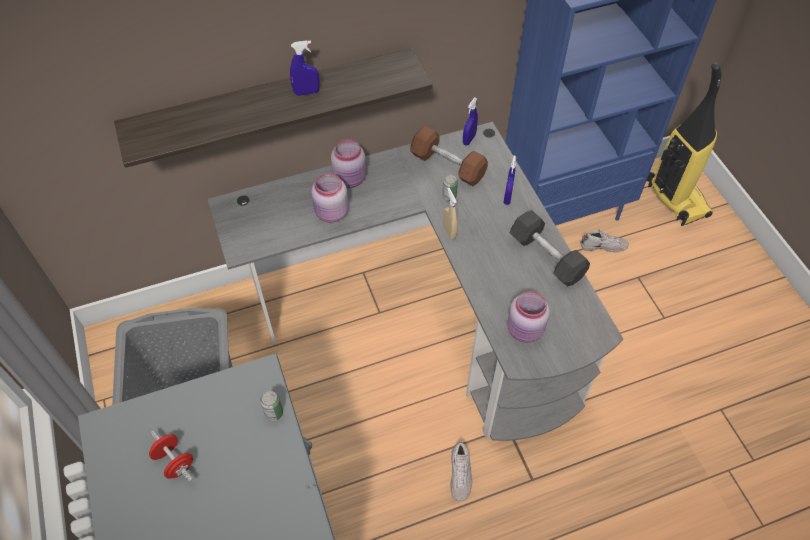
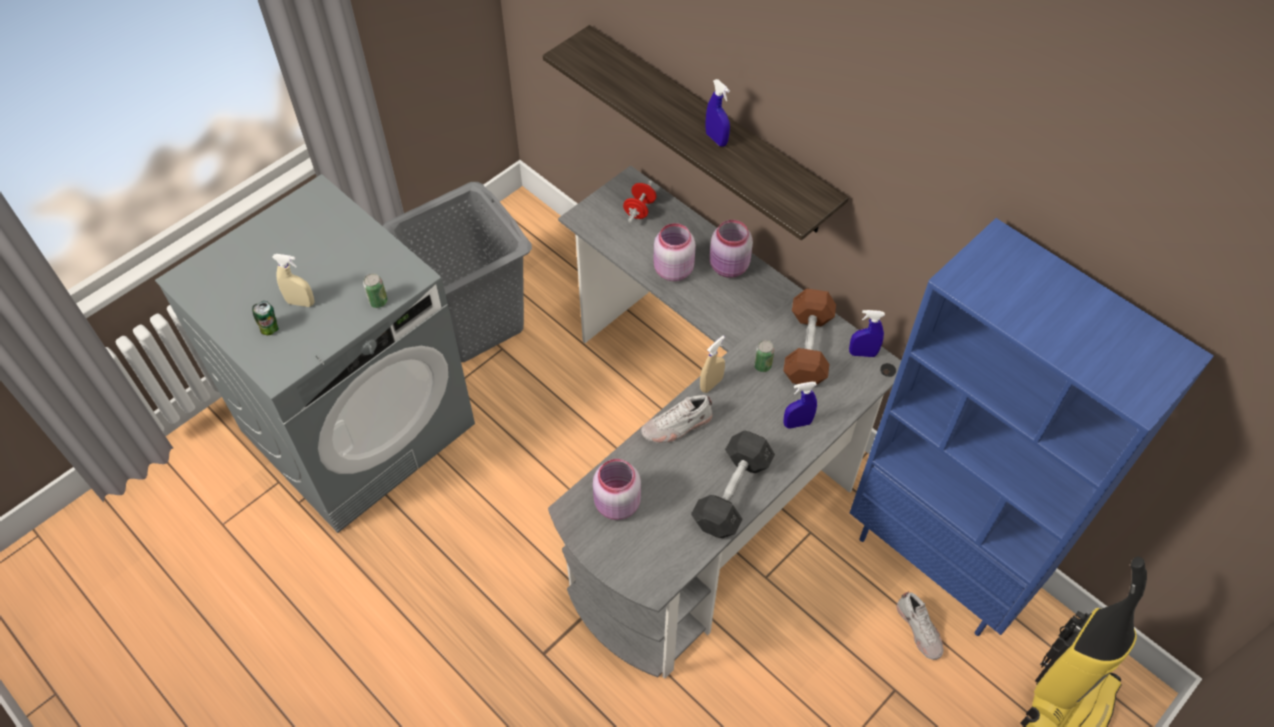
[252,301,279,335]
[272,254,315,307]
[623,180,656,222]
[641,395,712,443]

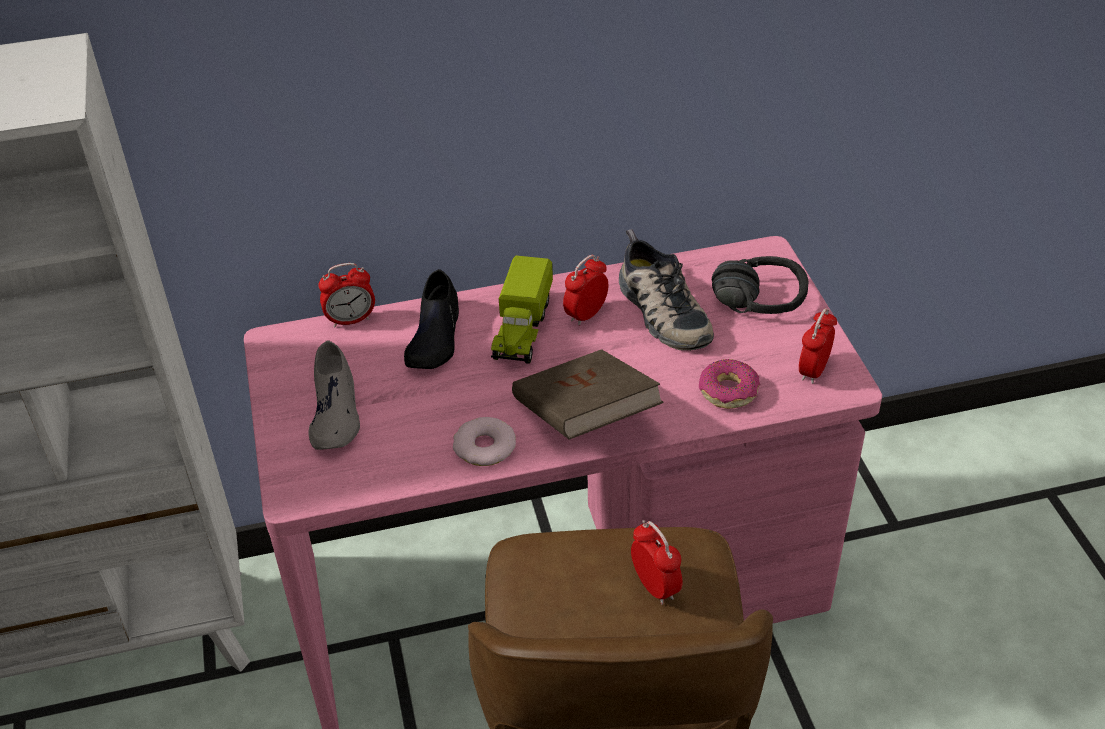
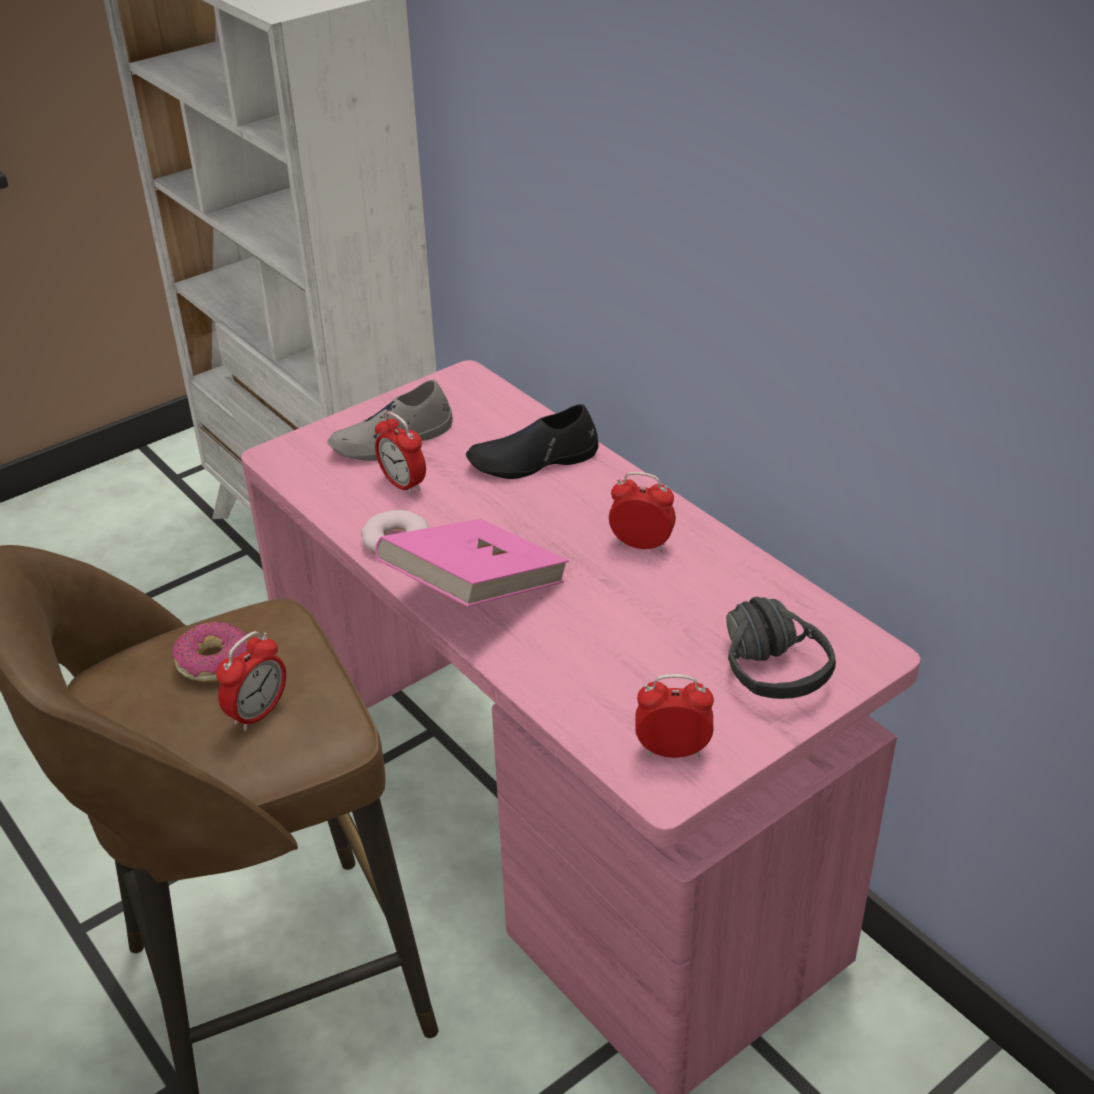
[491,255,553,364] (first image)
[619,229,714,351] (first image)
[375,412,426,495]
[172,622,247,682]
[375,519,569,607]

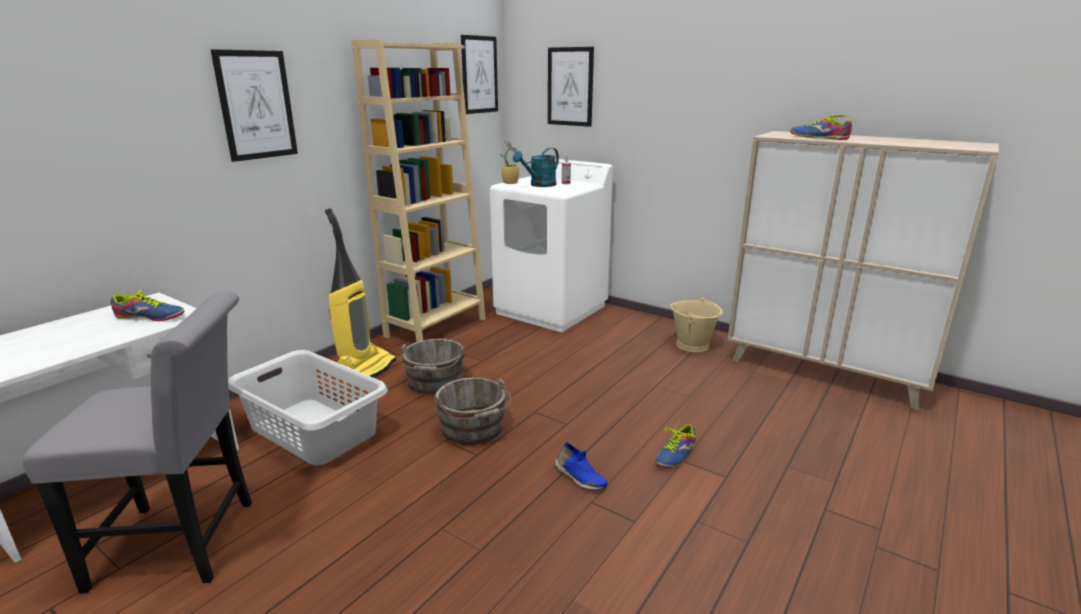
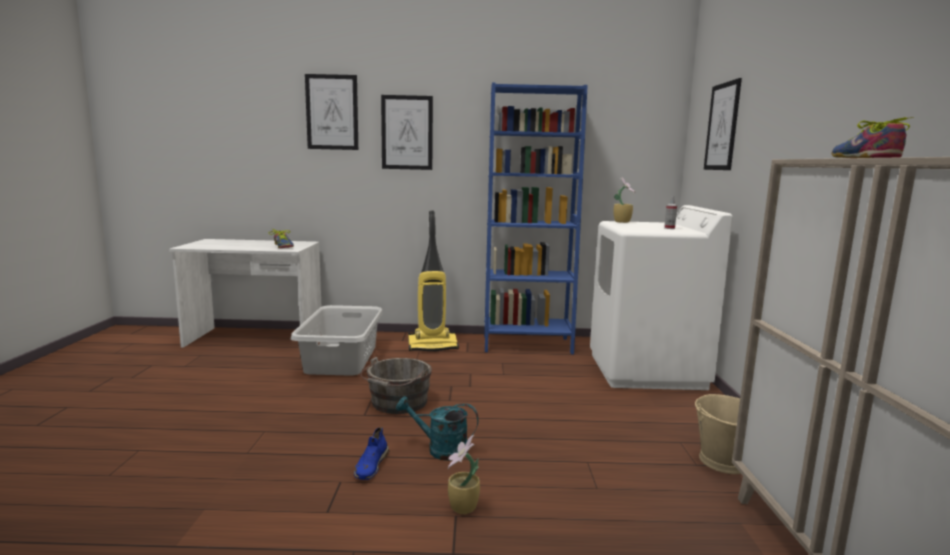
[23,291,252,594] (first image)
[400,339,465,394] (first image)
[305,74,358,150]
[396,396,479,461]
[448,435,480,514]
[484,83,588,354]

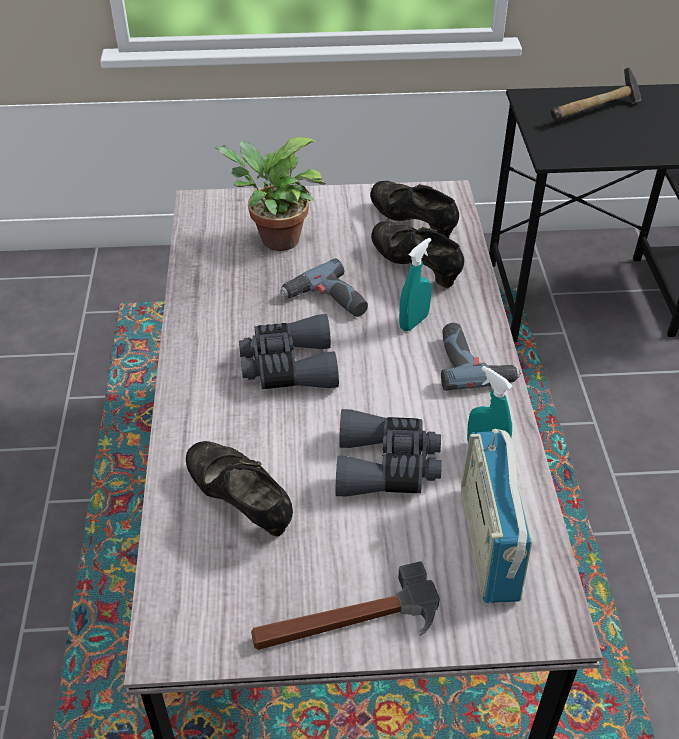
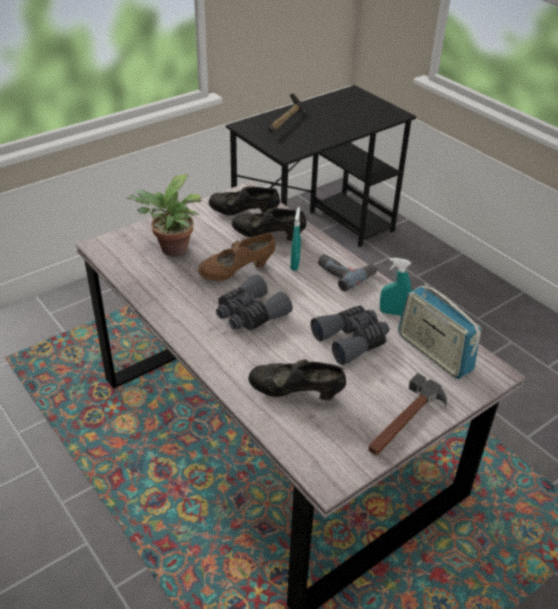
[198,233,275,281]

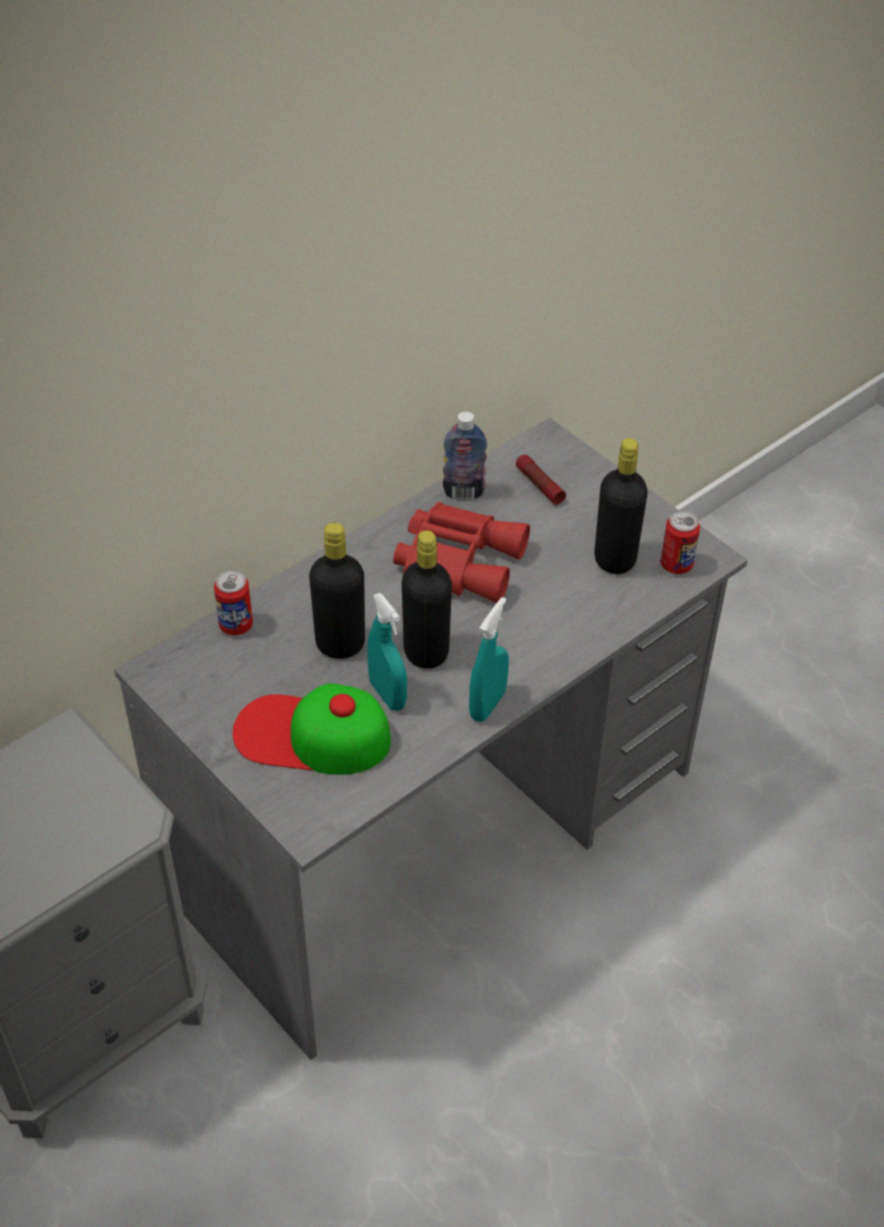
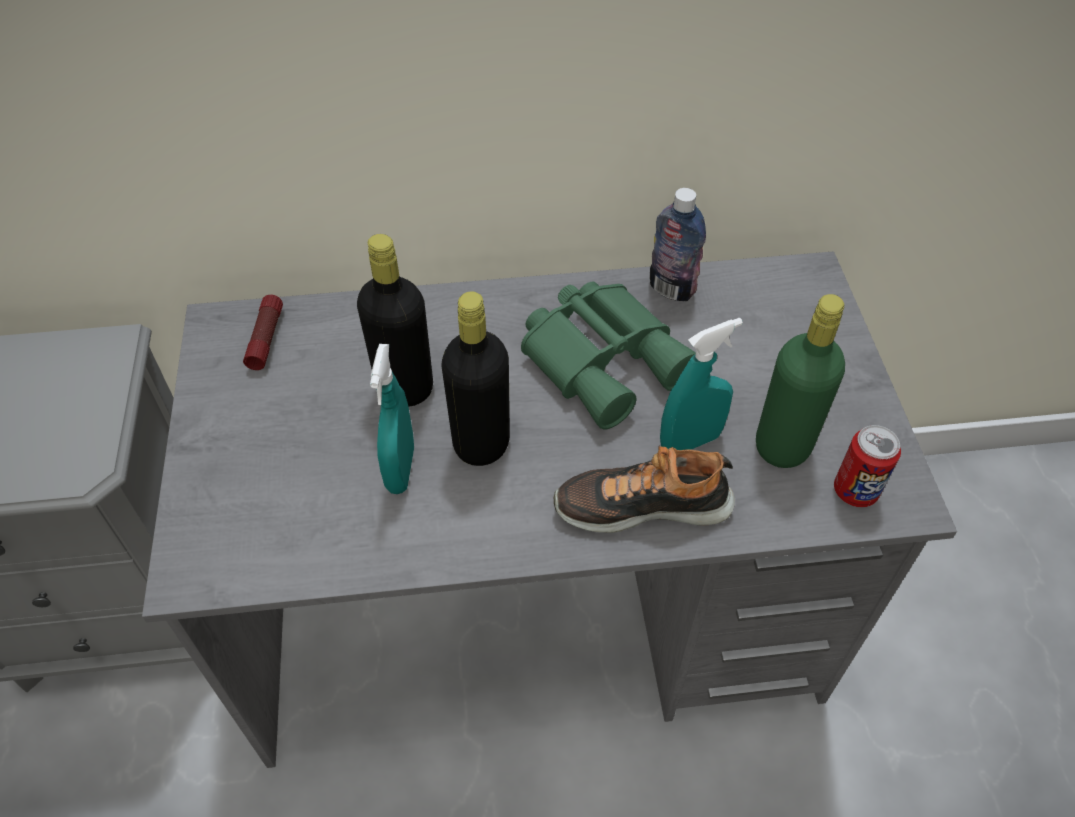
[214,571,253,635] (first image)
[233,683,391,775] (first image)
[554,446,735,533]
[660,318,743,450]
[243,295,283,370]
[521,281,696,429]
[756,294,845,468]

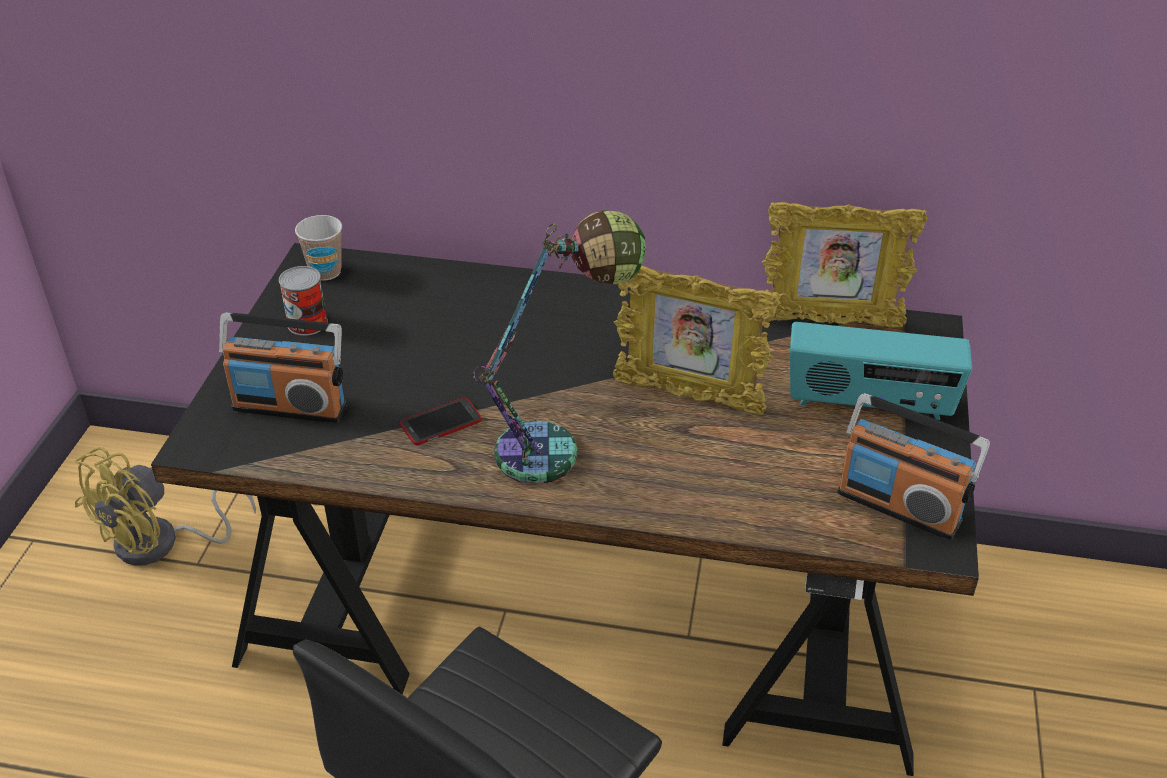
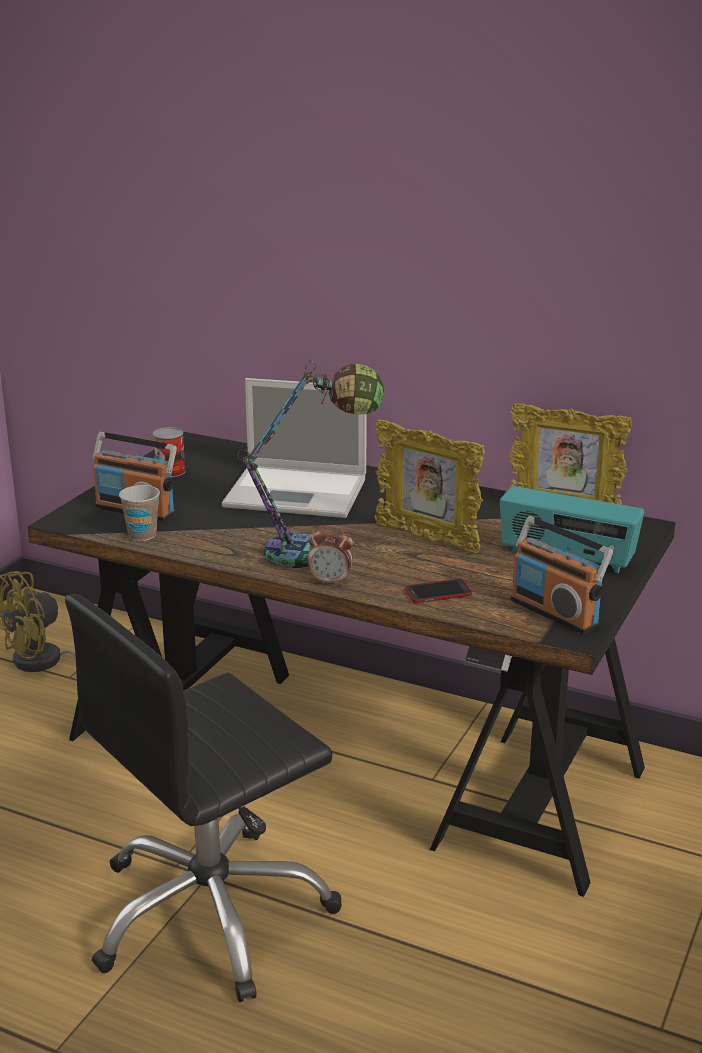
[222,378,367,518]
[307,525,353,586]
[119,485,160,541]
[405,579,472,603]

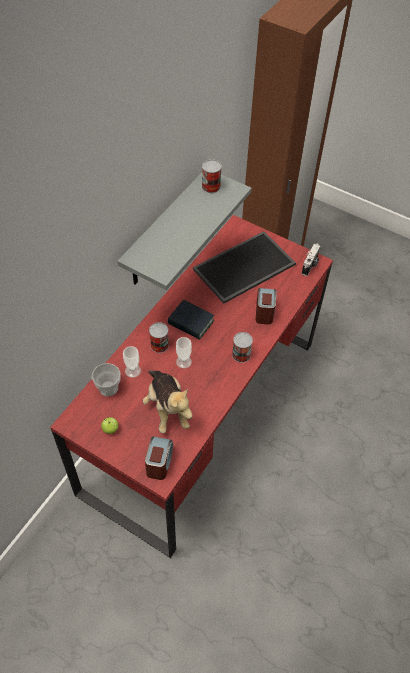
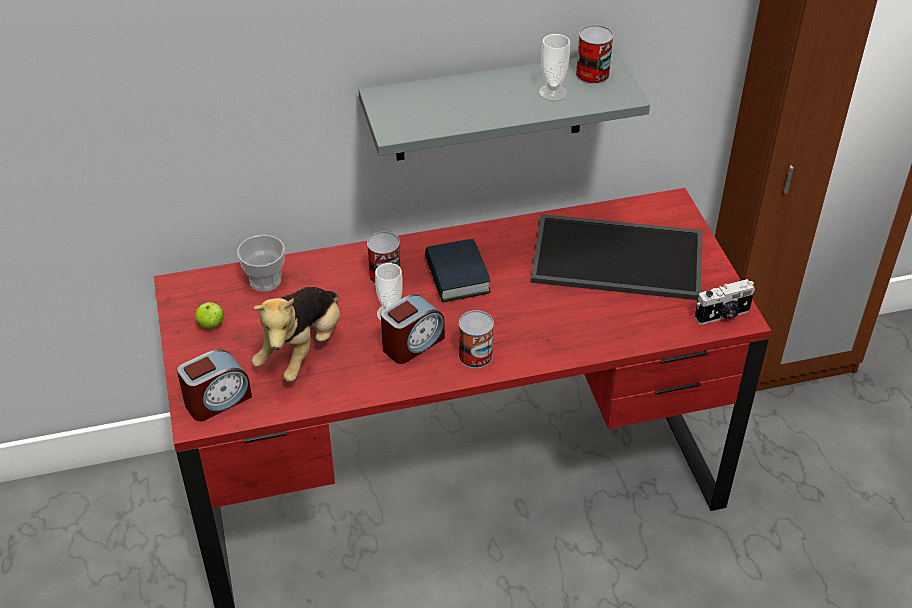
[539,34,570,101]
[381,294,445,364]

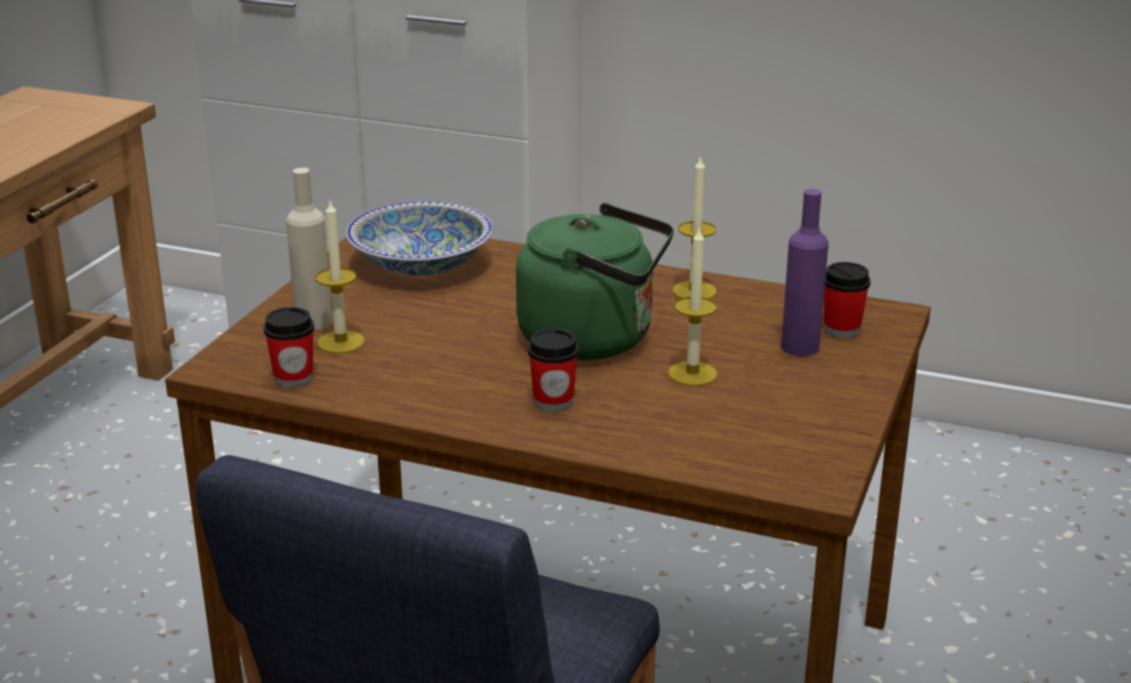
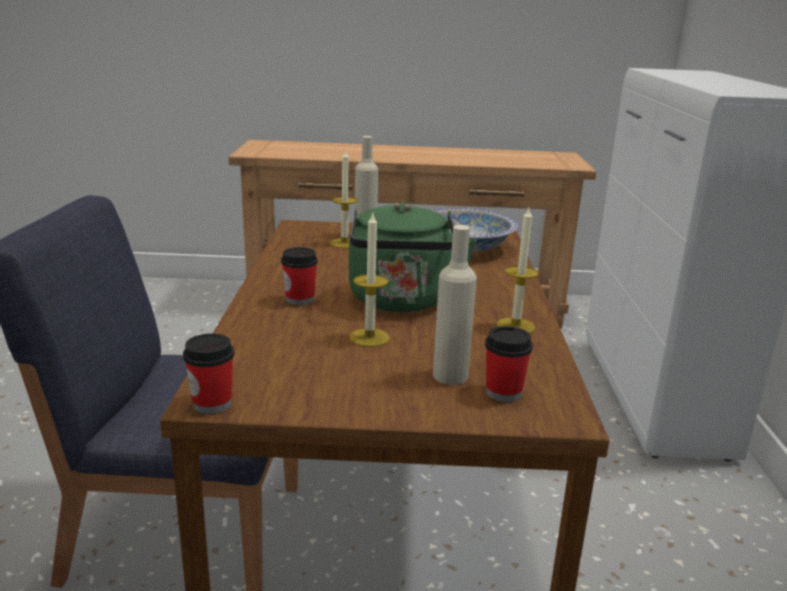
[183,333,234,414]
[433,225,477,385]

